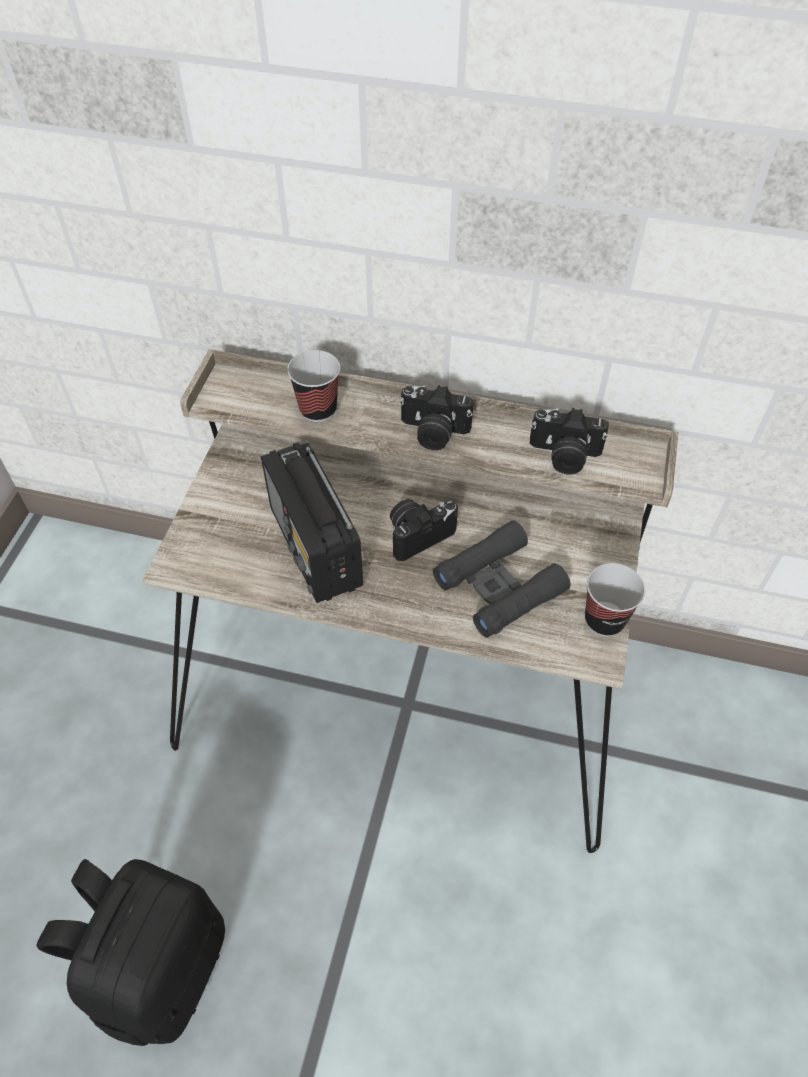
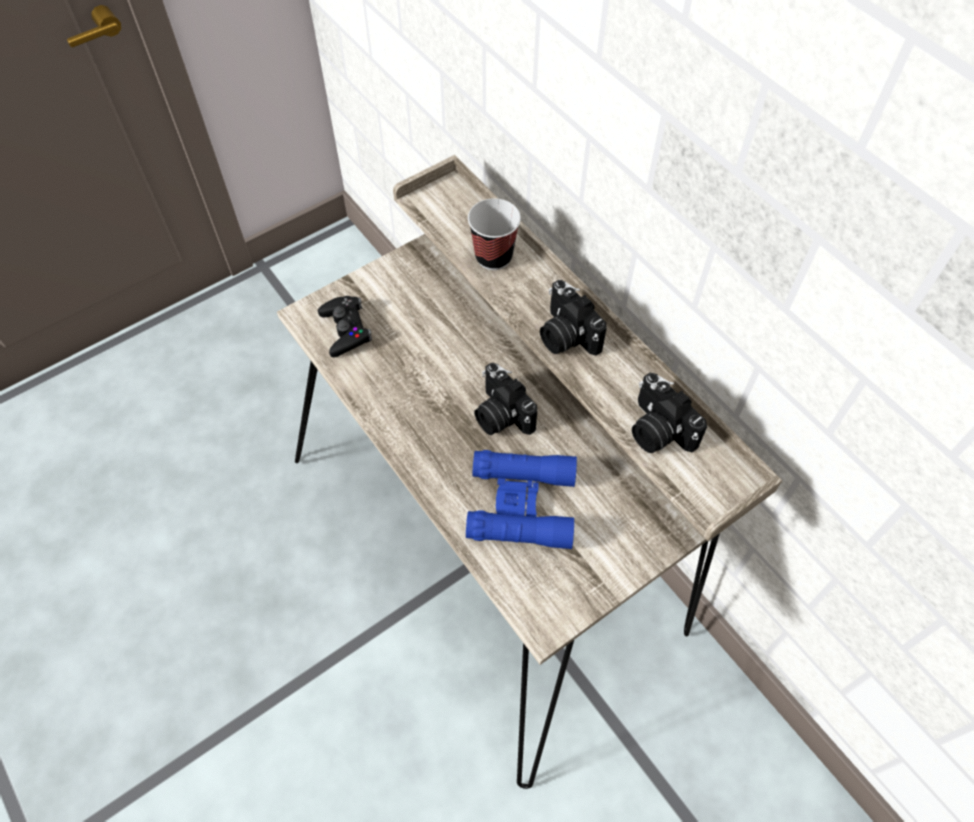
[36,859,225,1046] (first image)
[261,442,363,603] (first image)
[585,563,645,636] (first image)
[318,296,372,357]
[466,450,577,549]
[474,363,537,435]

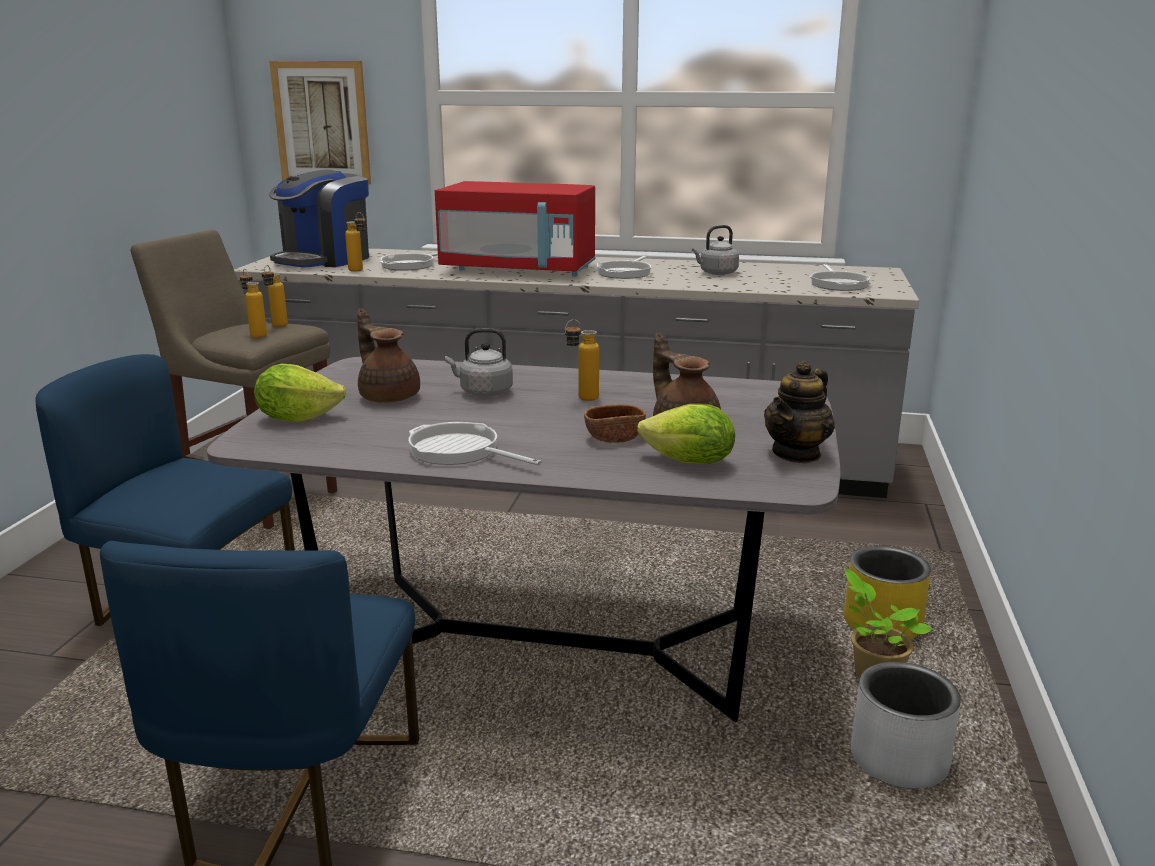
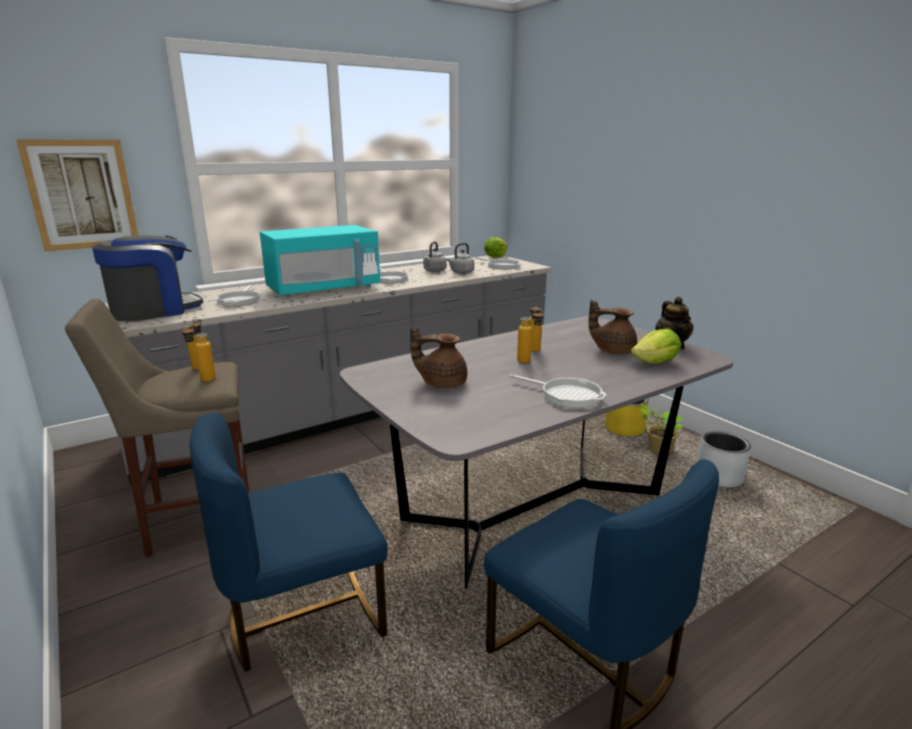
[584,404,646,443] (first image)
[484,237,508,258]
[517,308,544,363]
[447,243,474,274]
[260,225,380,297]
[92,235,203,321]
[510,374,607,408]

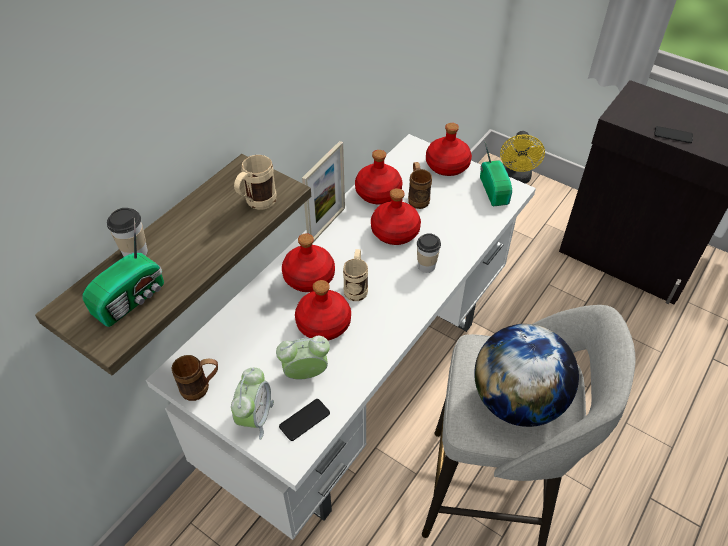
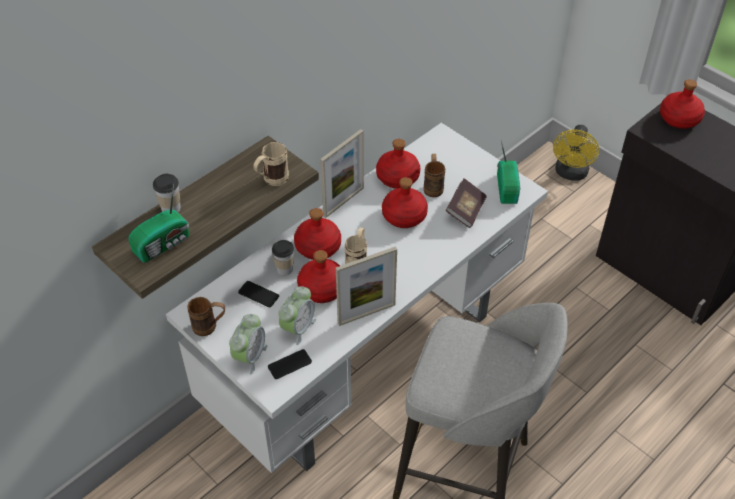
[474,324,579,427] (first image)
[336,246,397,326]
[446,178,487,228]
[272,240,294,275]
[660,79,705,129]
[238,281,279,307]
[279,286,316,345]

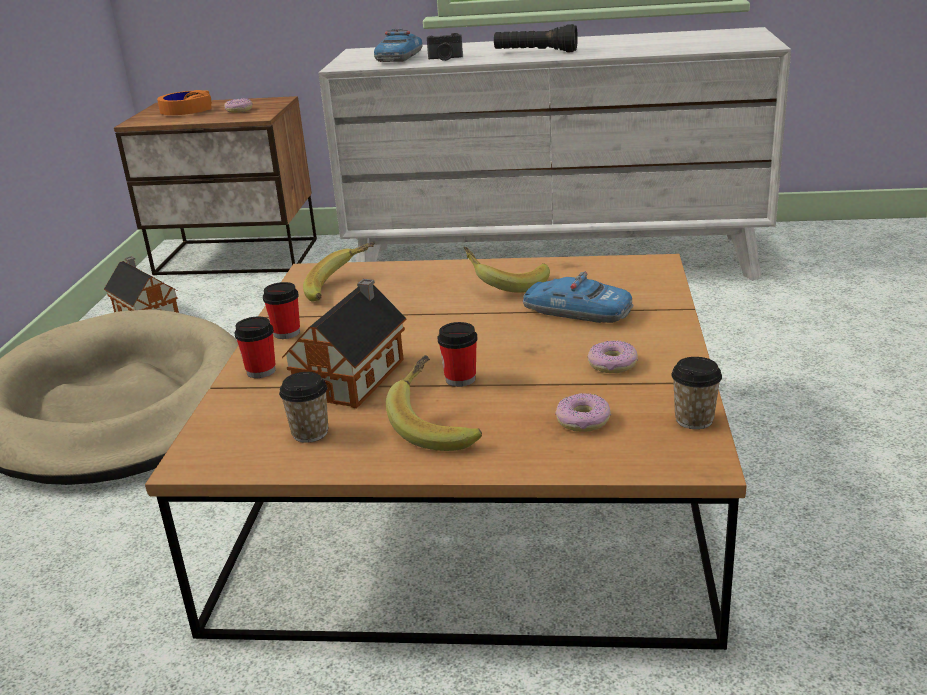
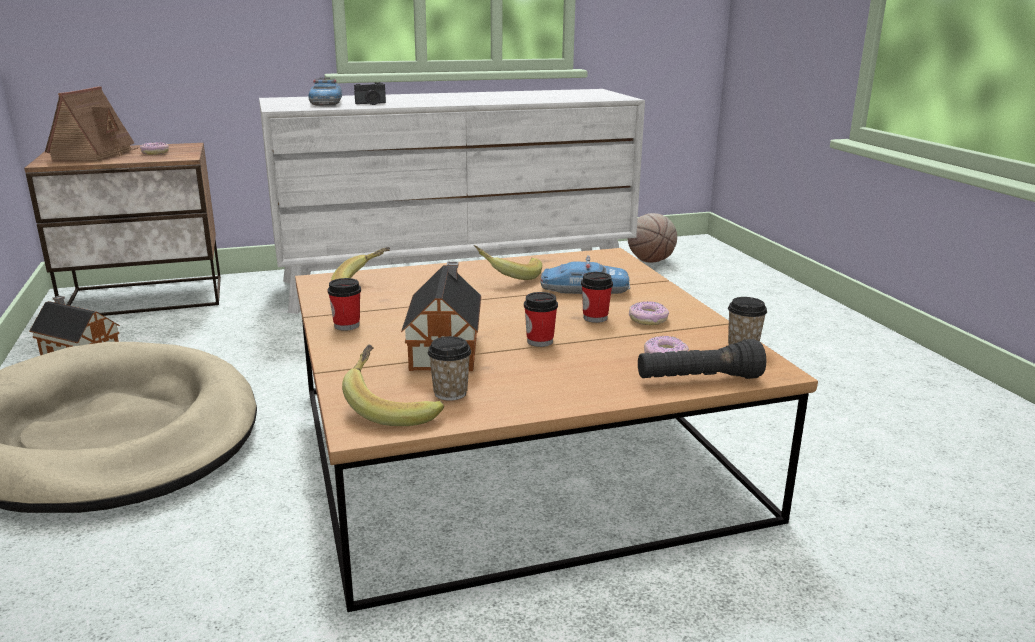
[628,213,677,262]
[581,272,613,323]
[342,344,444,426]
[638,339,766,379]
[45,86,138,161]

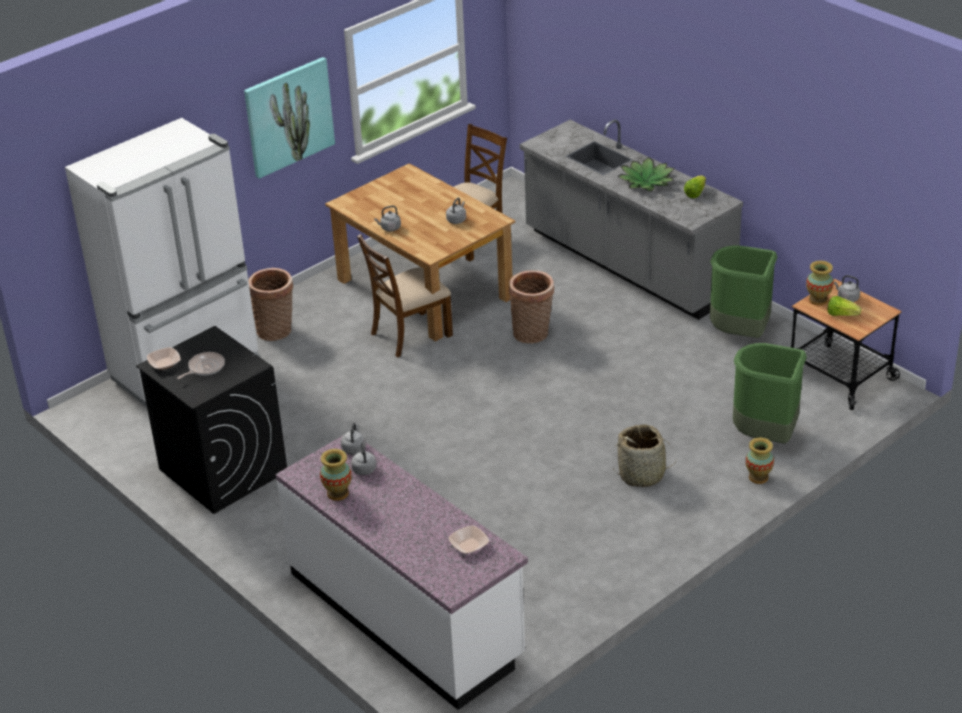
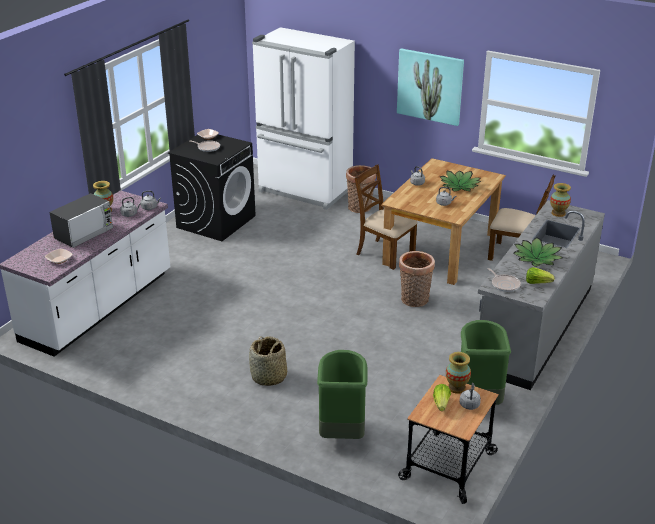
[49,193,113,248]
[439,170,481,191]
[488,268,521,292]
[550,183,571,217]

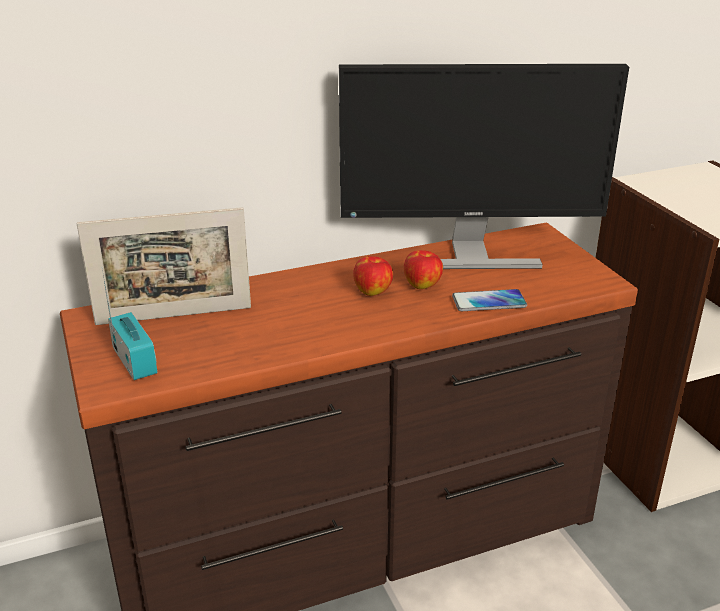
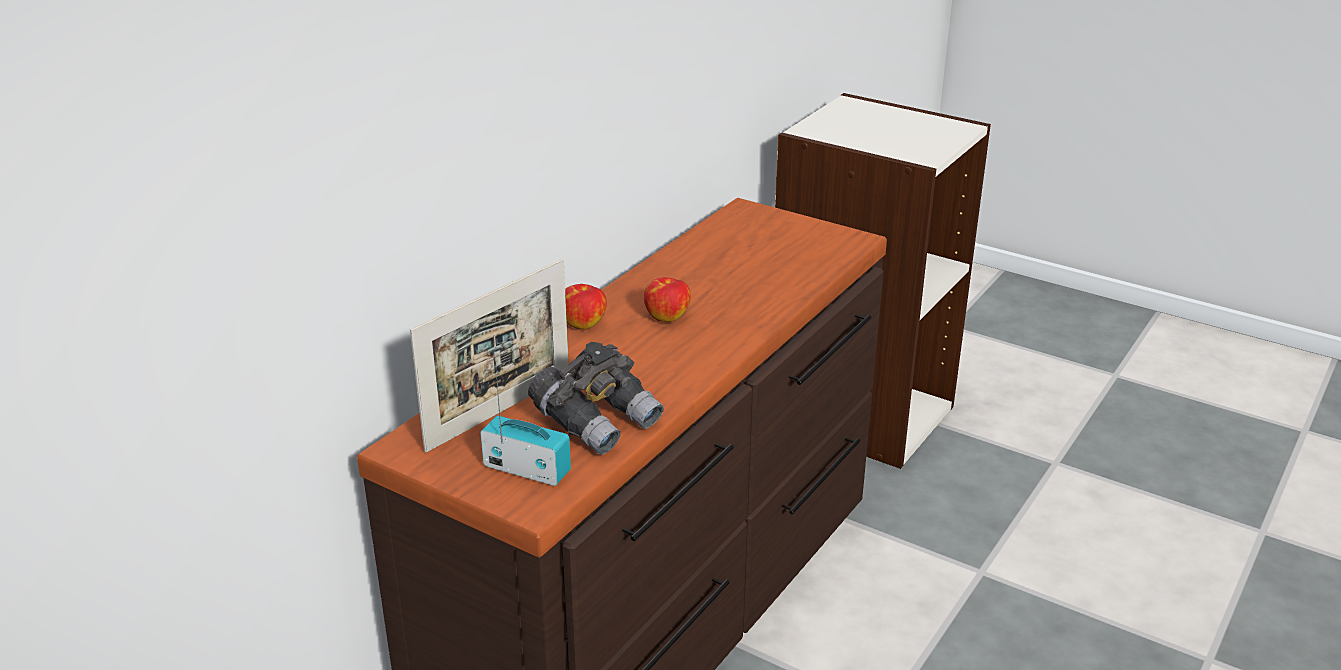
[339,64,629,269] (first image)
[452,289,527,311] (first image)
[528,342,664,455]
[565,284,607,330]

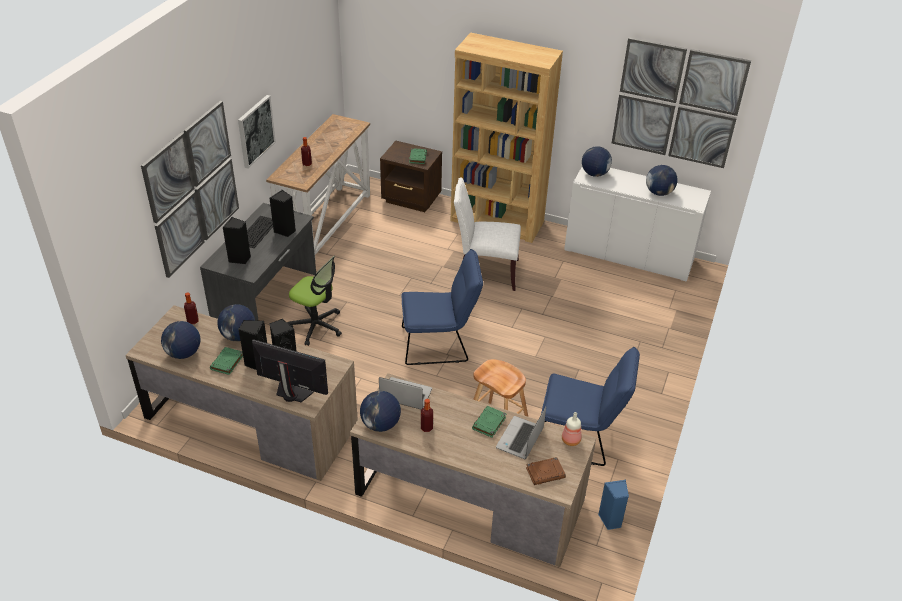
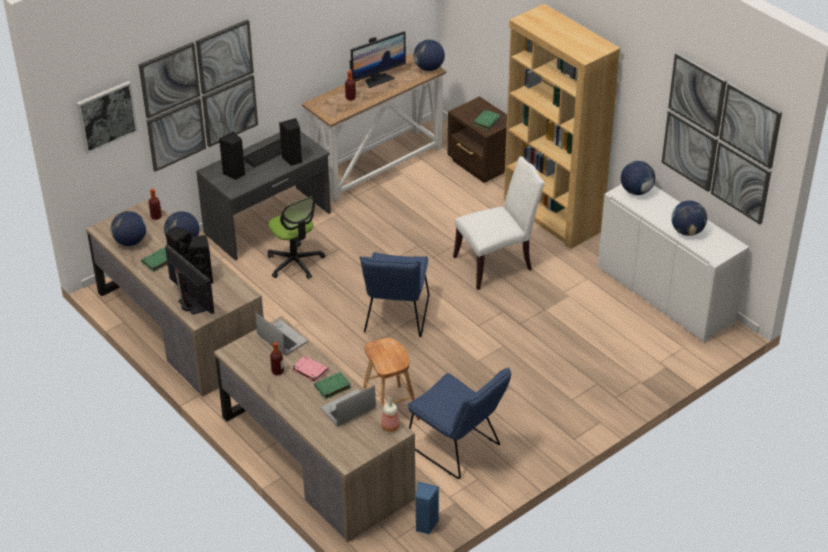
[526,457,566,485] (first image)
[292,355,329,383]
[350,31,406,88]
[76,81,138,154]
[414,40,445,71]
[360,252,429,337]
[453,156,544,290]

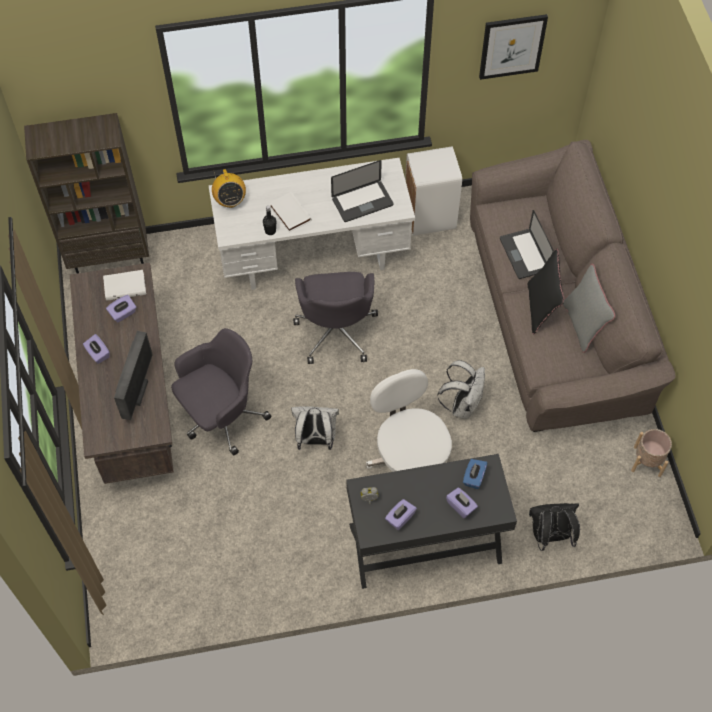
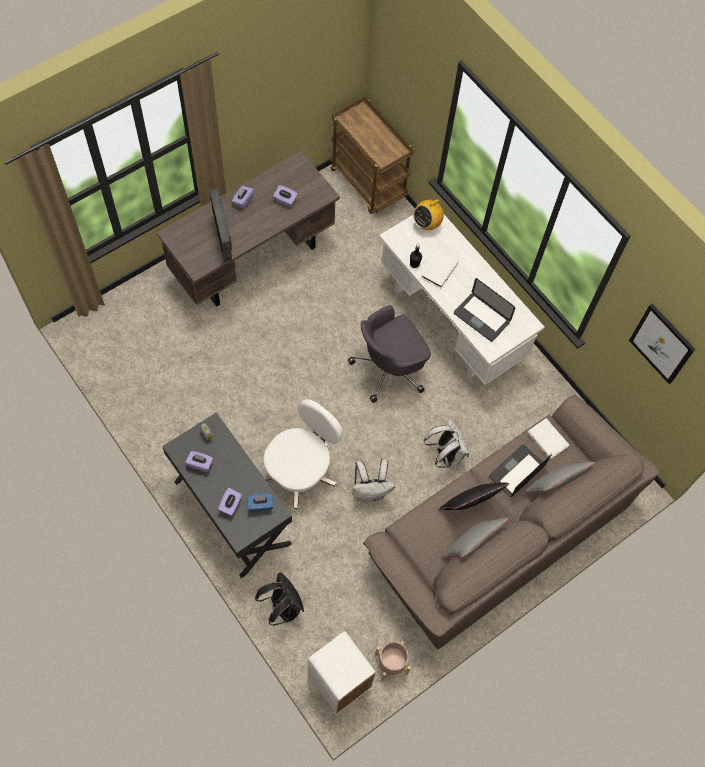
[171,328,271,455] (first image)
[523,462,595,493]
[527,418,569,460]
[424,418,469,468]
[308,631,376,714]
[331,96,414,214]
[210,189,232,262]

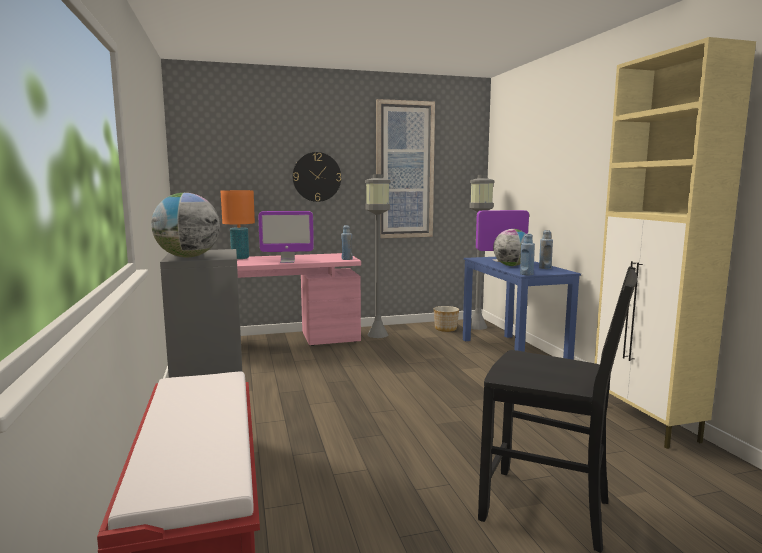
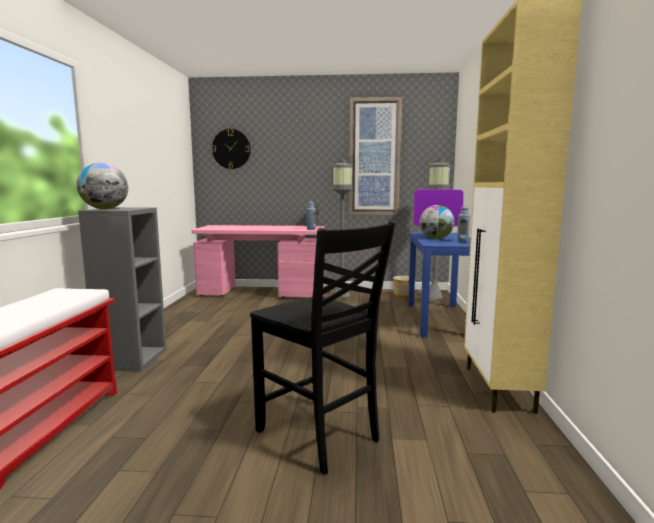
[221,190,255,259] (first image)
[258,211,314,263] (first image)
[520,234,535,275] (first image)
[212,129,251,169]

